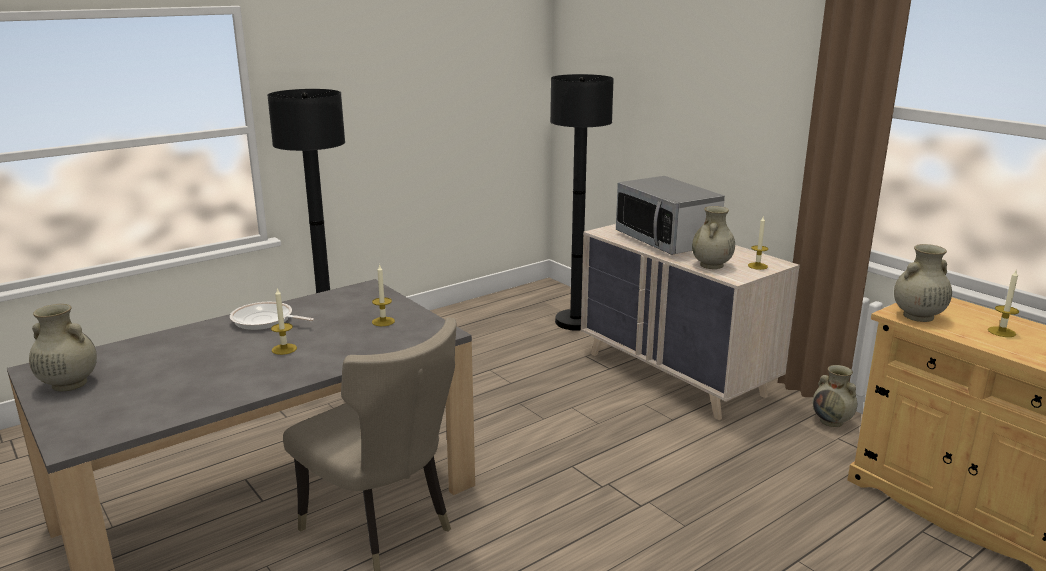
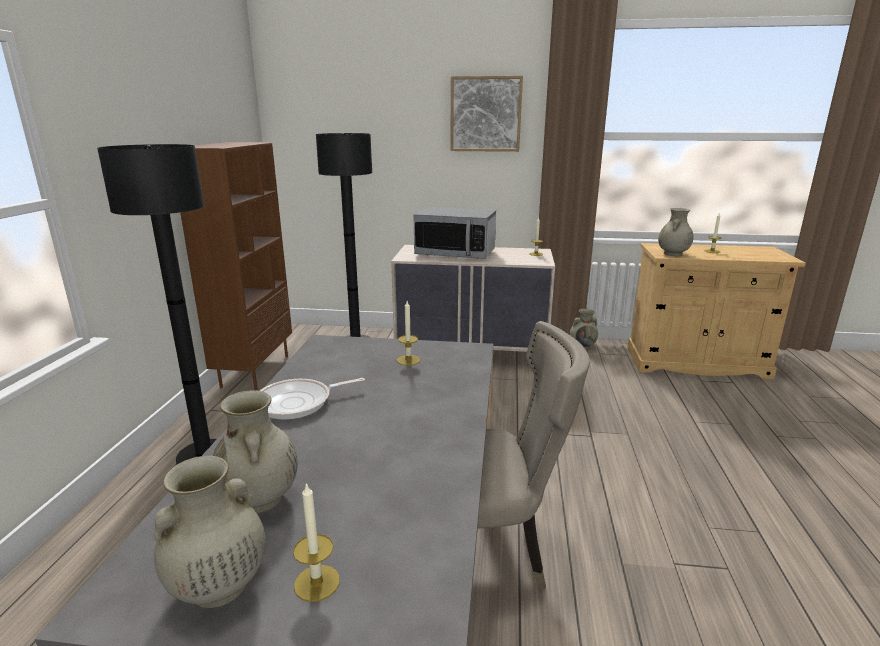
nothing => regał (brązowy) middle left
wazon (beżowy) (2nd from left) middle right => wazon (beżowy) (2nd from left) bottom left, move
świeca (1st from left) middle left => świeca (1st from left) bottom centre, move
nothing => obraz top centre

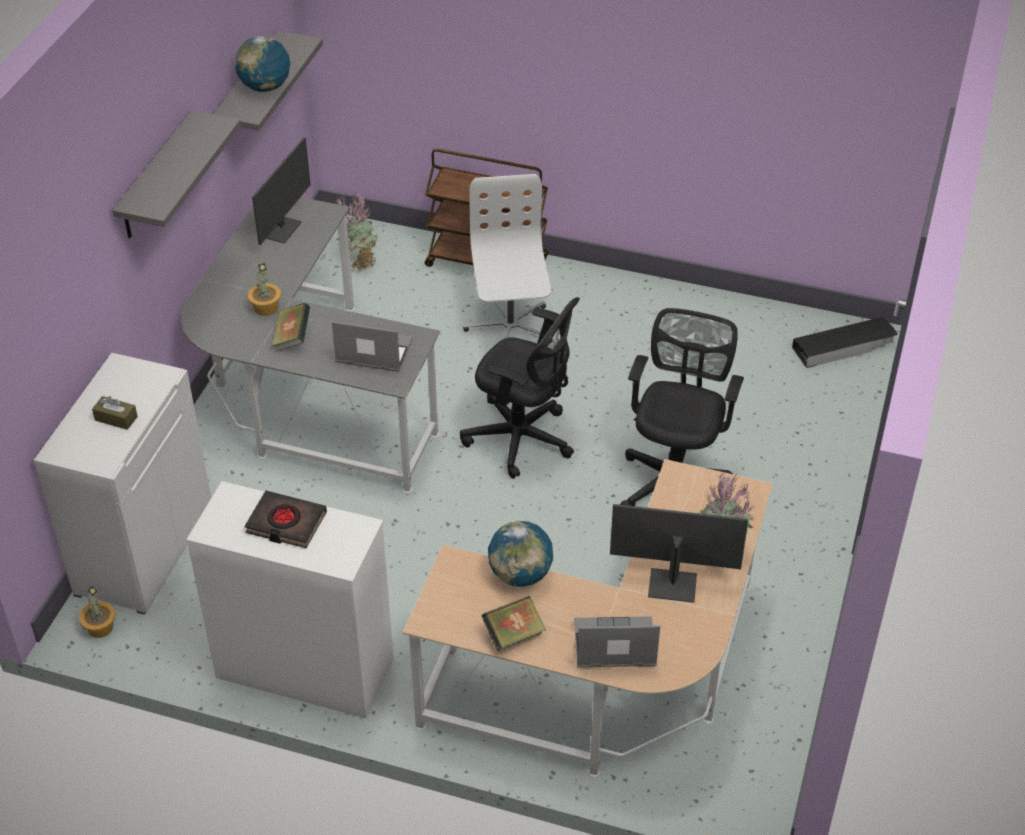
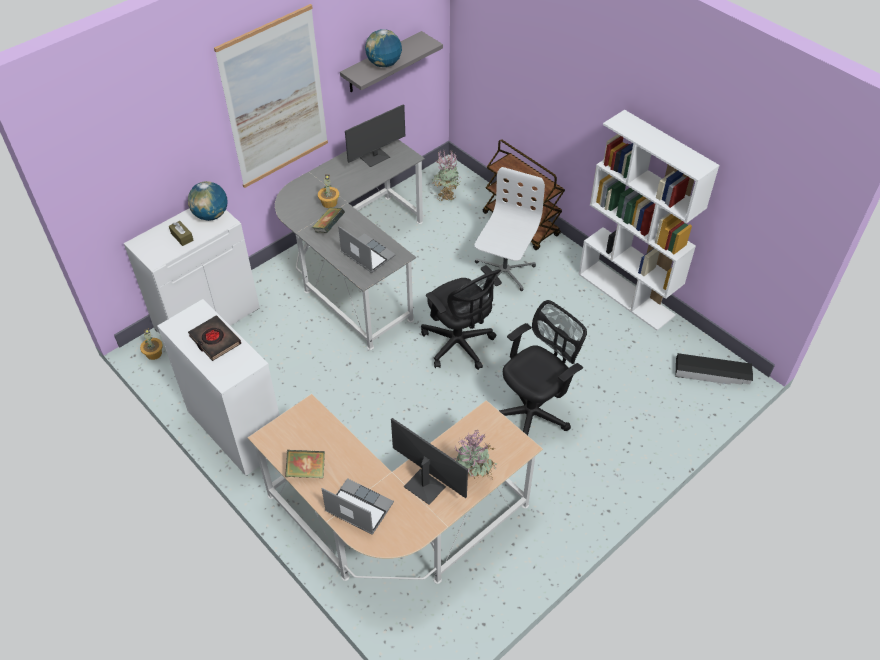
globus (2nd from left in the first image) centre => globus (1st from left) top left, move
półka (szary) (1st from left) top left => obraz top left
nothing => regał (biały) middle right

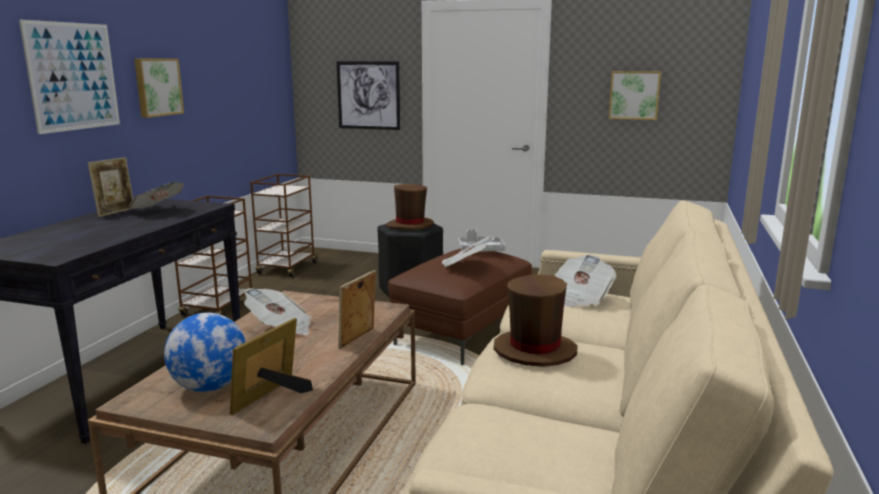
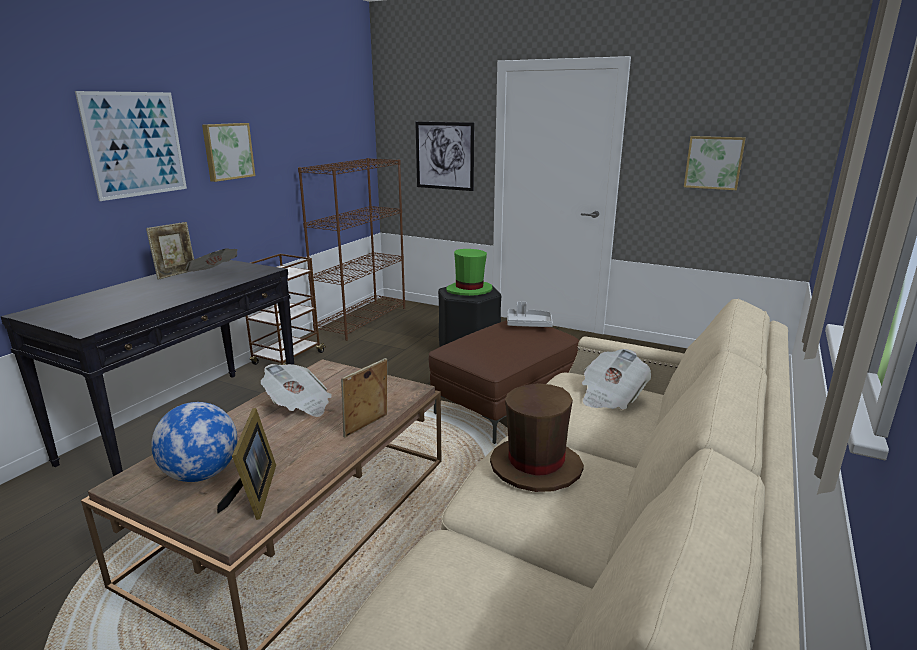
ramka na zdjęcie (2nd from left) bottom left, 135 degrees clockwise
wózek (brązowy) (2nd from left) middle left => regał (brązowy) centre
kapelusz (brązowy) (1st from left) centre => kapelusz (zielony) centre
gazeta (3rd from left) centre => nothing

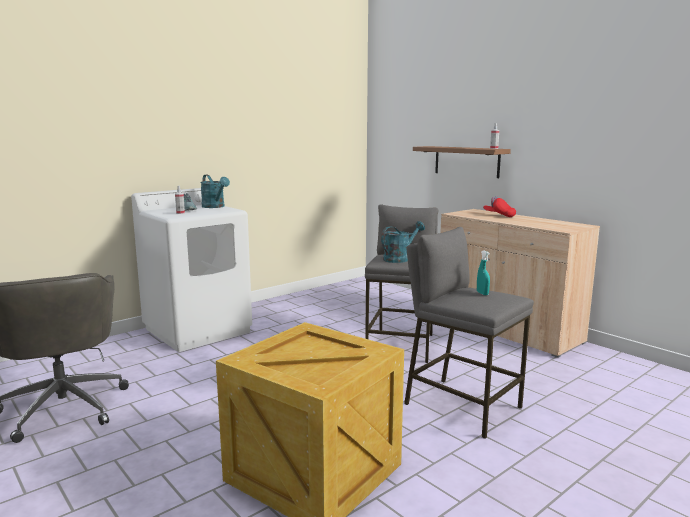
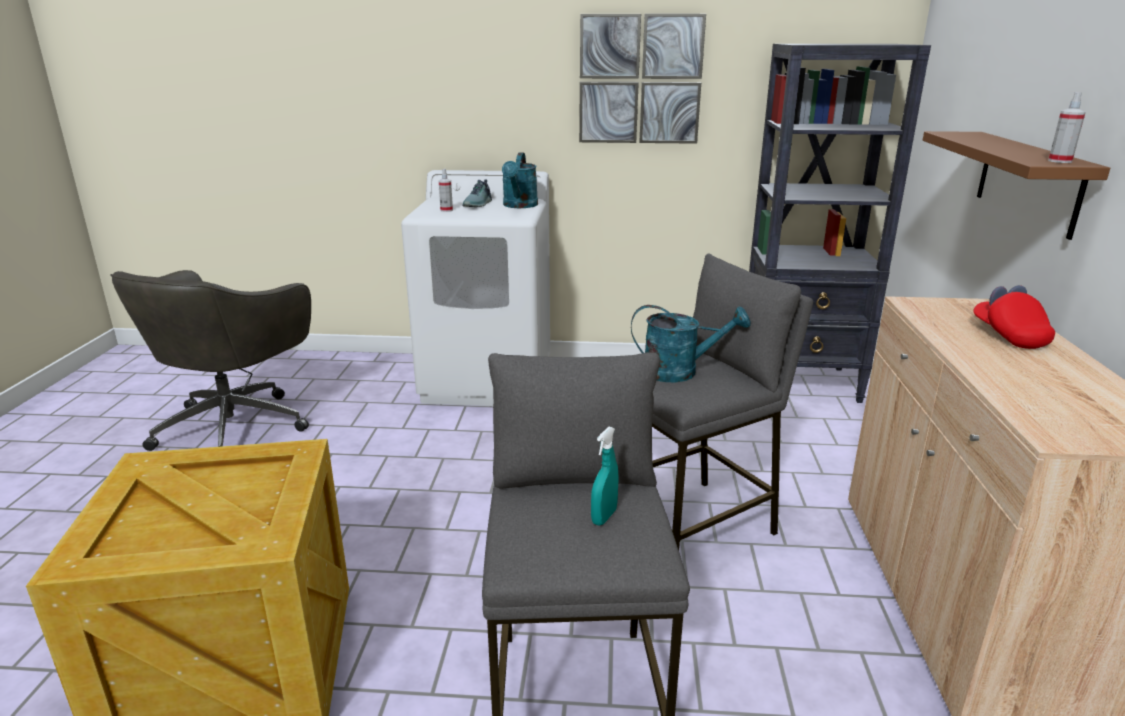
nothing => obraz top centre
nothing => regał (czarny) top right

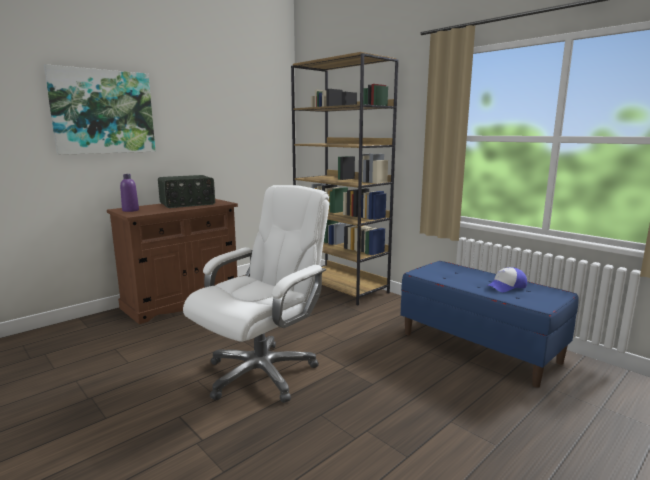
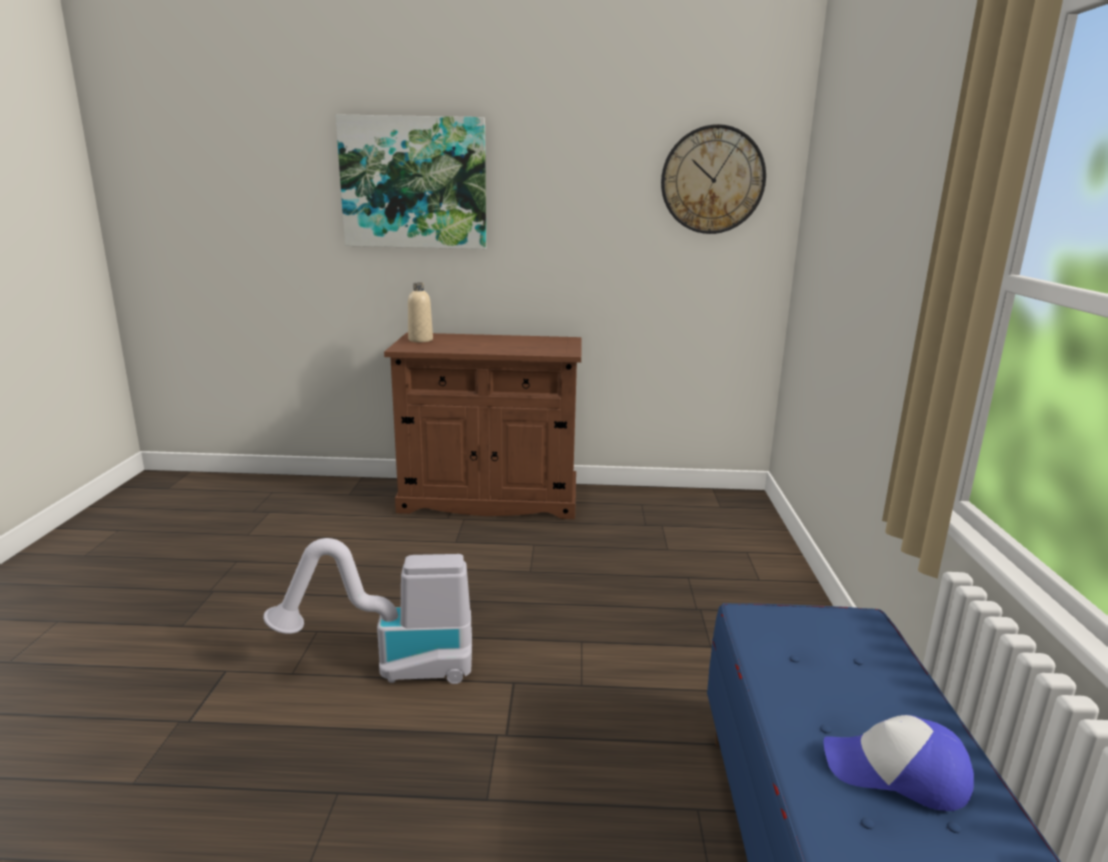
krzesło biurowe (biały) centre => odkurzacz bottom left
butelka (fioletowy) middle left => butelka (beżowy) centre
nothing => zegar ścienny top centre
radio middle left => nothing
regał (brązowy) centre => nothing

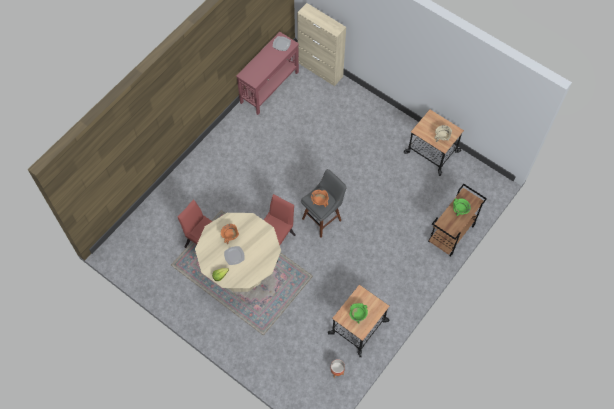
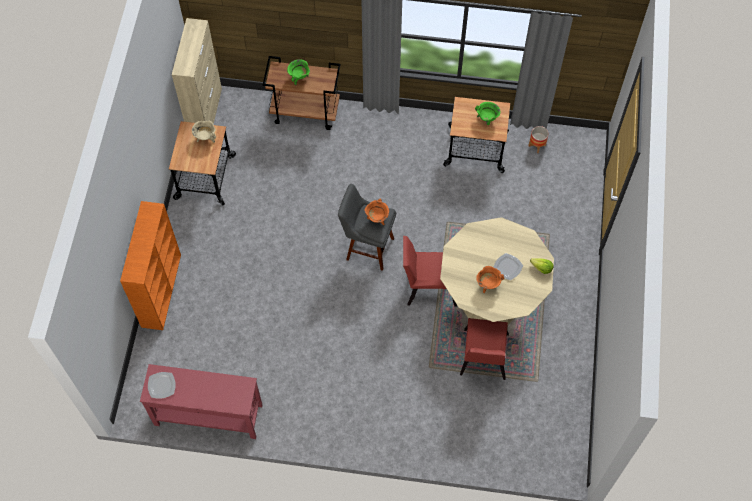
nothing => regał (pomarańczowy) middle left
szafka (beżowy) top centre => szafka (beżowy) top left, move

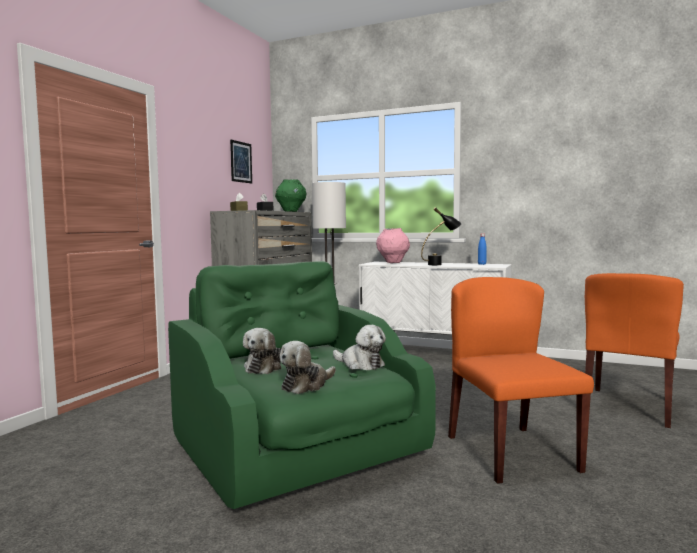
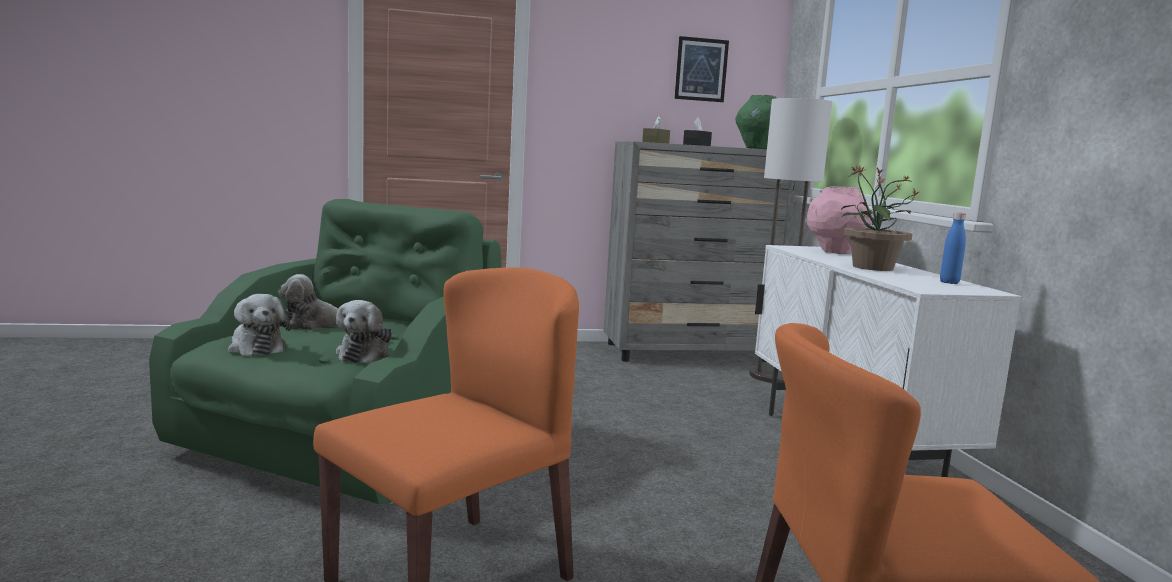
pluszak (2nd from left in the first image) centre => pluszak (1st from left) middle left, 135 degrees counterclockwise
lampa stołowa (czarny) centre => roślina doniczkowa middle right

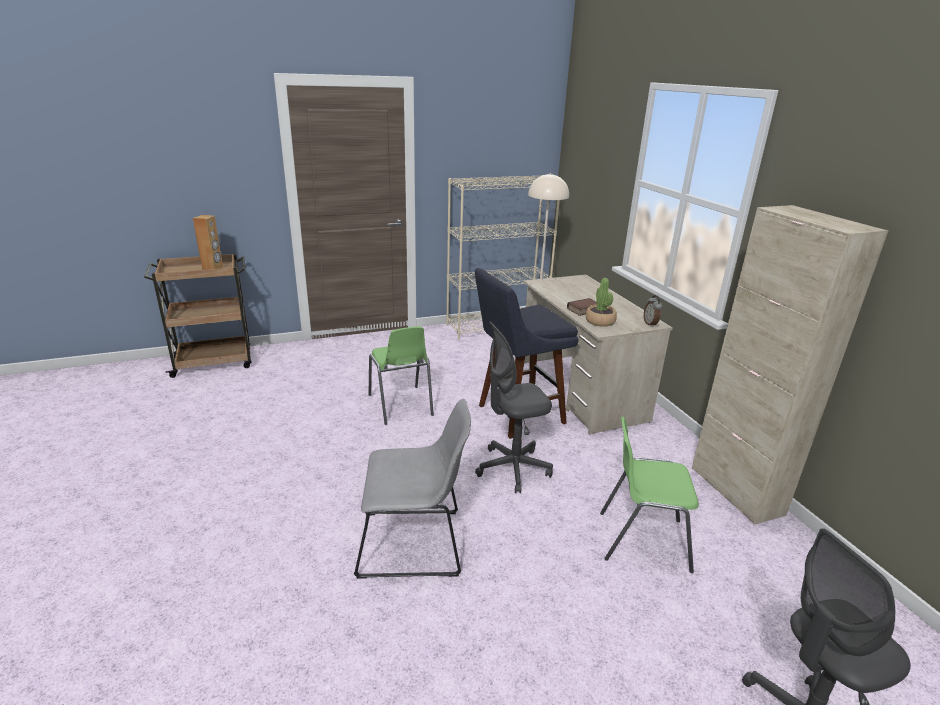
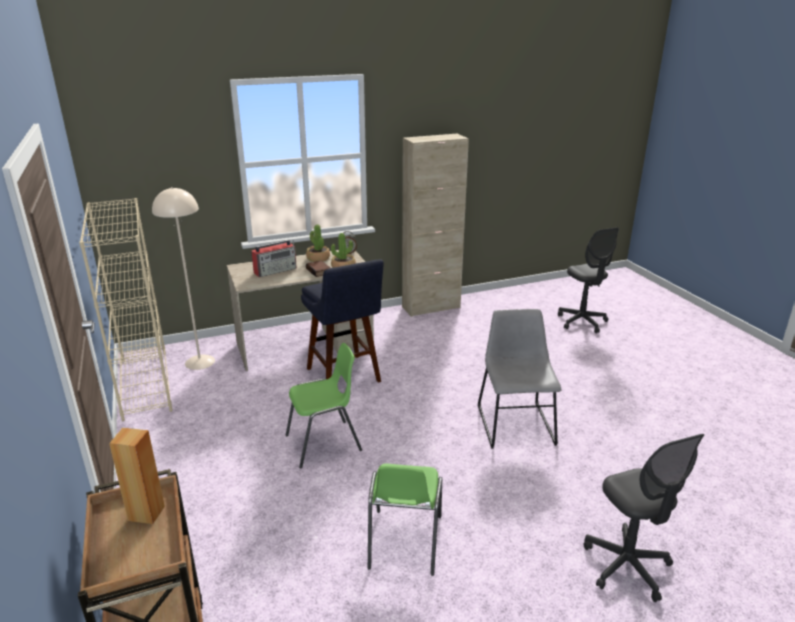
nothing => radio centre
nothing => roślina doniczkowa (1st from left) centre
krzesło (zielony) (2nd from left) bottom right => krzesło (zielony) (2nd from left) bottom centre, move
krzesło biurowe (szary) (1st from left in the first image) centre => krzesło biurowe (szary) (2nd from left) bottom right, move

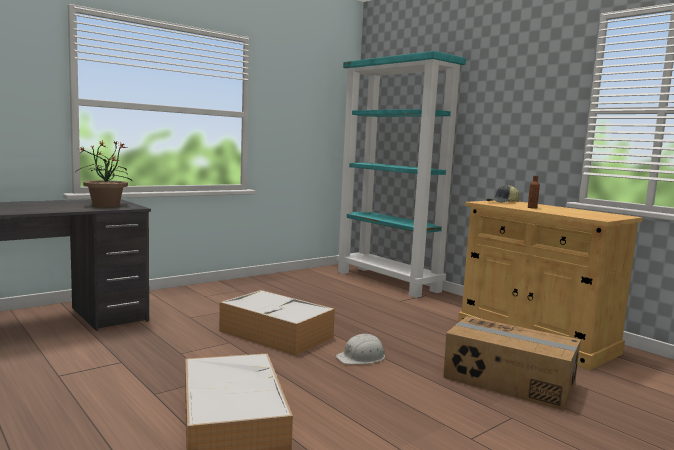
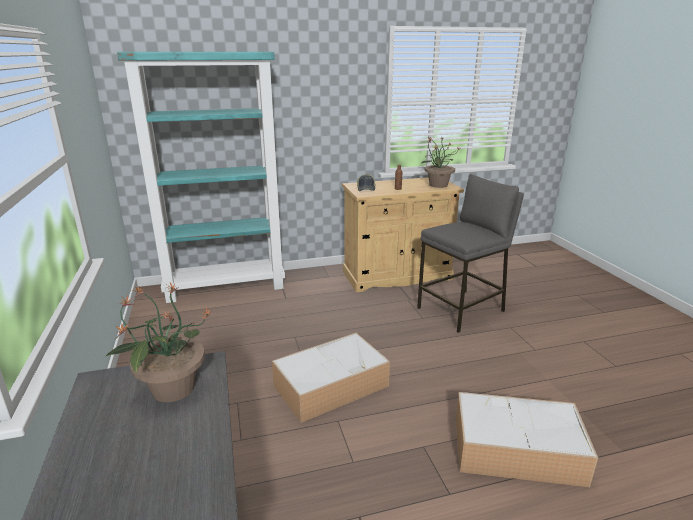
karton bottom right => stołek (szary) middle right
nothing => roślina doniczkowa (2nd from left) top centre
kask (biały) bottom centre => nothing

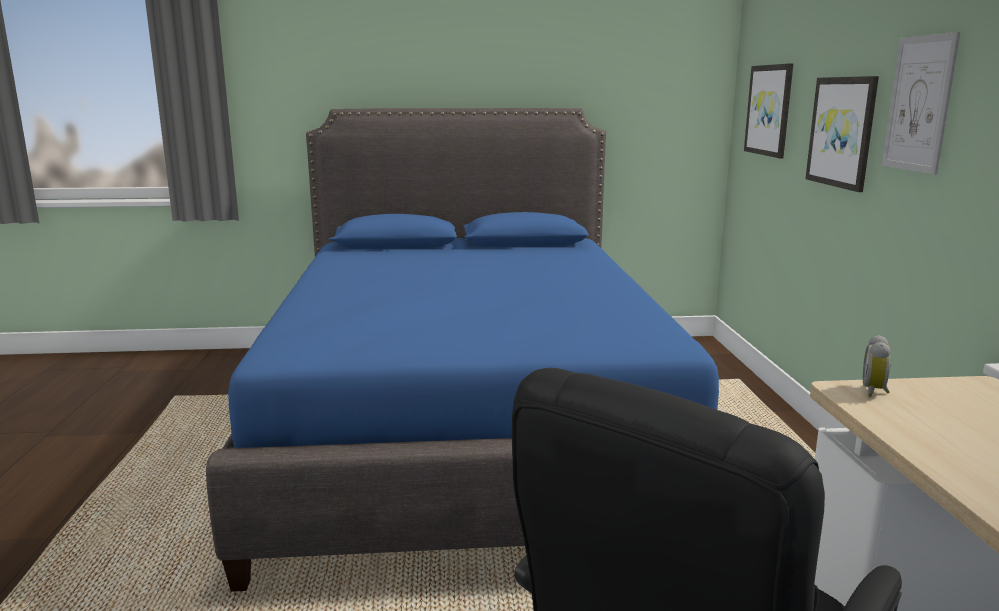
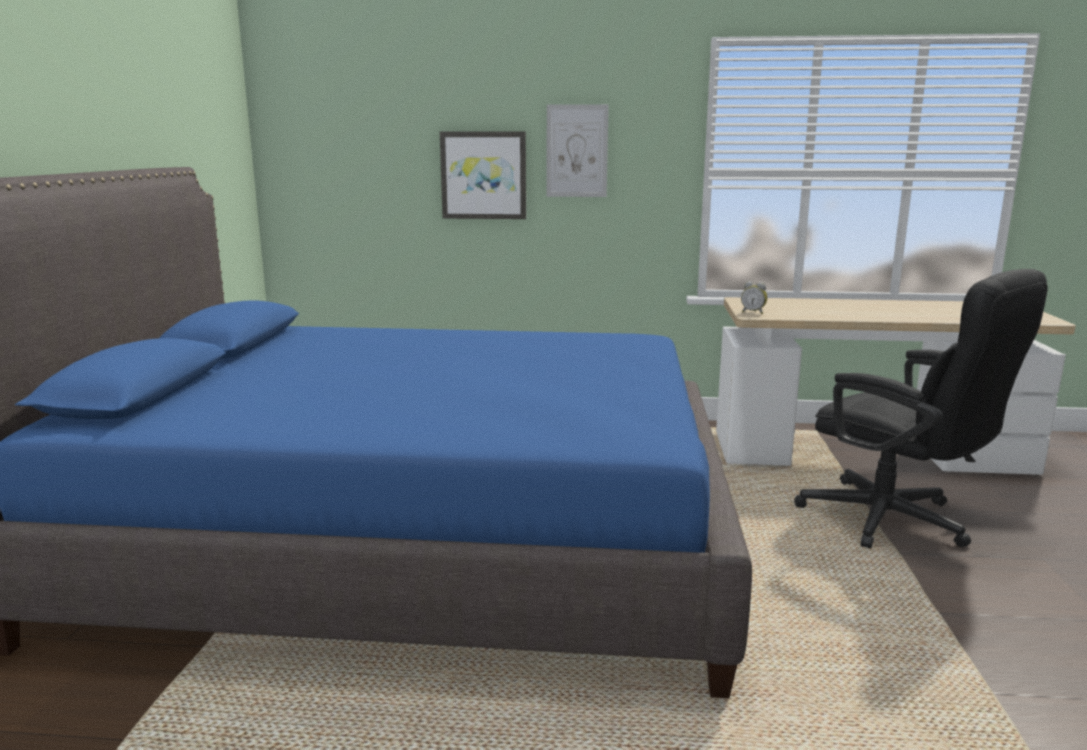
obraz (1st from left) top right => nothing

